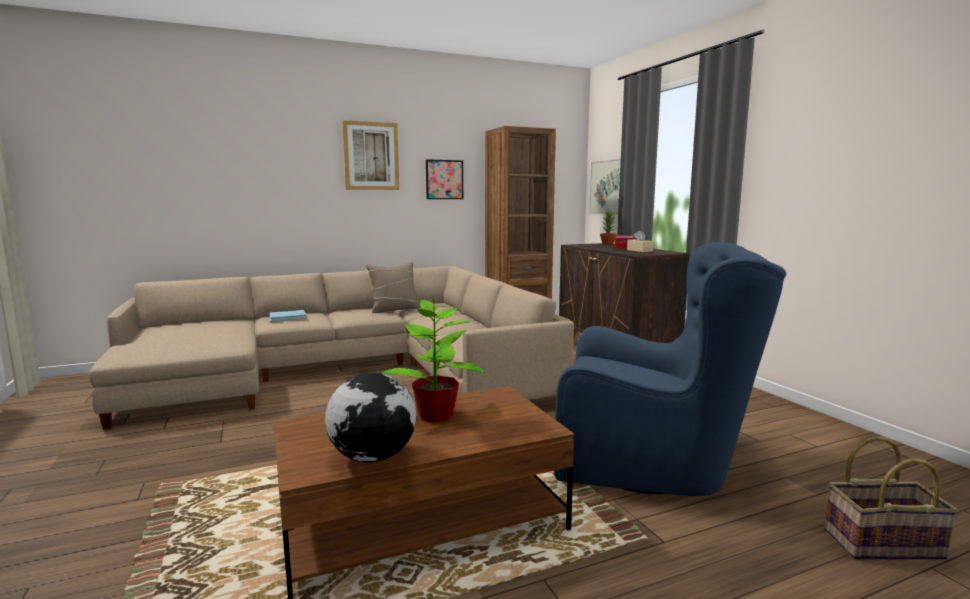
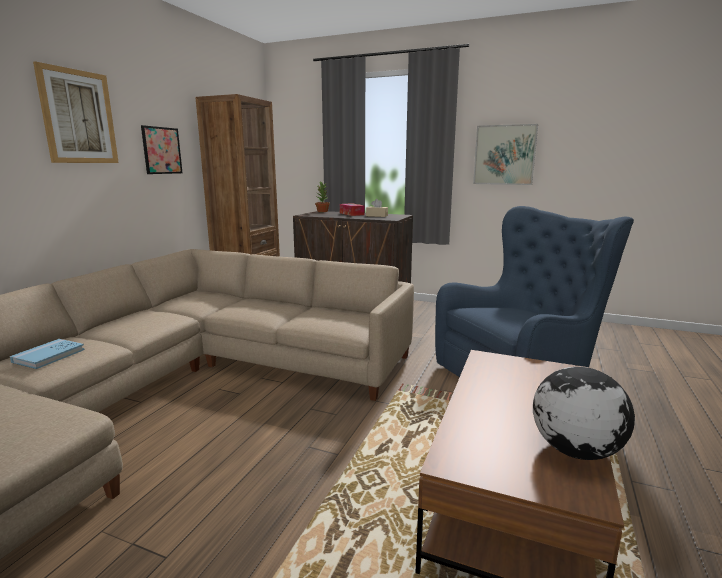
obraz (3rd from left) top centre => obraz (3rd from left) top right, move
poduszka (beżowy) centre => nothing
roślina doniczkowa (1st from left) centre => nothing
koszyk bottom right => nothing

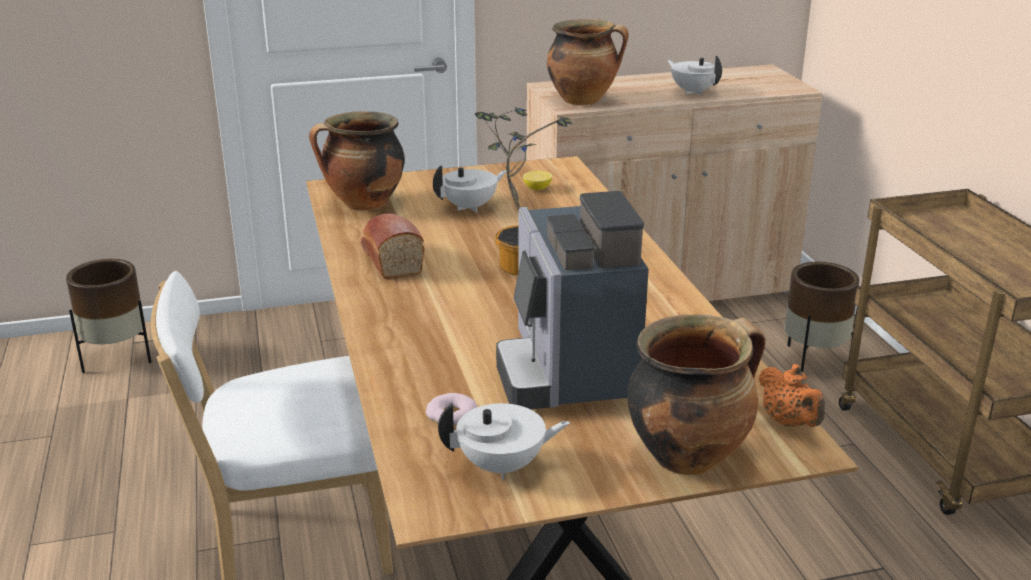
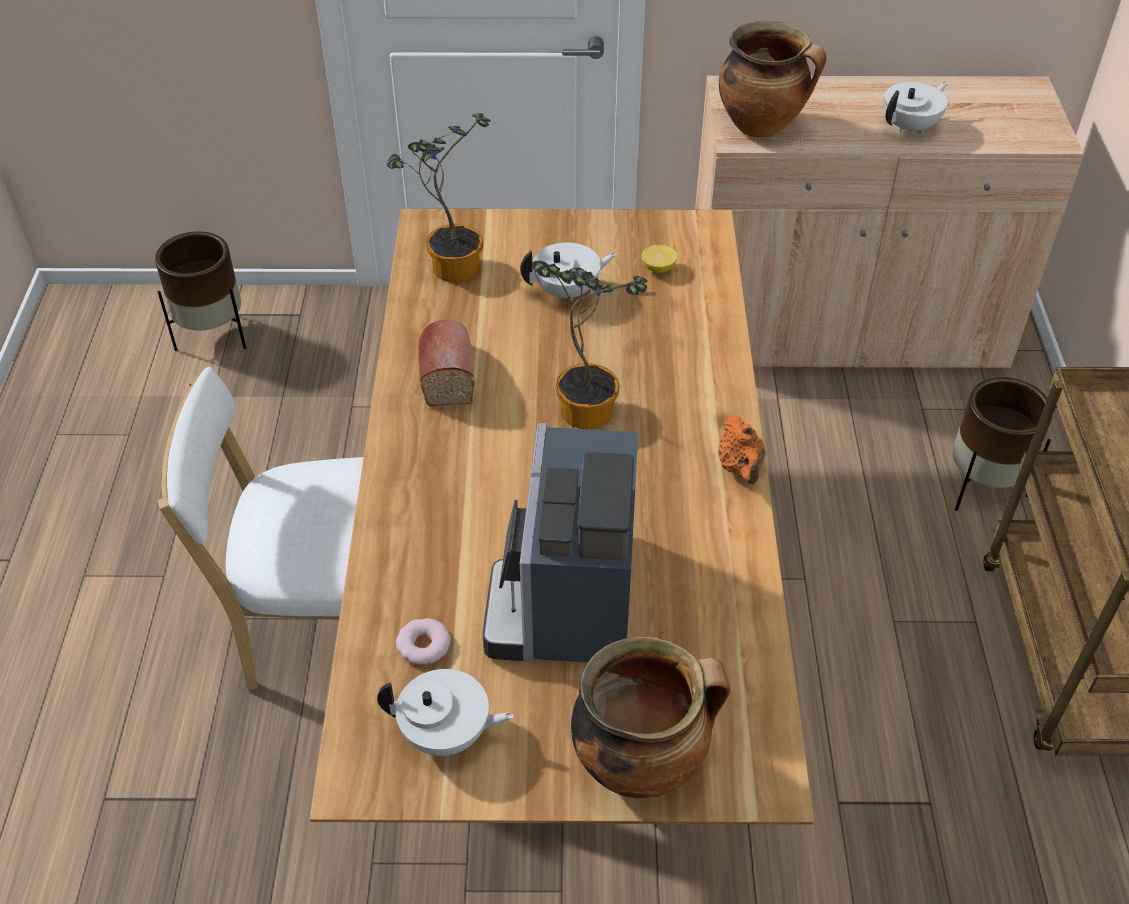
garnek (1st from left) top centre => roślina doniczkowa (1st from left) top centre
imbryk (pomarańczowy) bottom right => imbryk (pomarańczowy) centre, move
imbryk (biały) (3rd from left) top right, 75 degrees clockwise

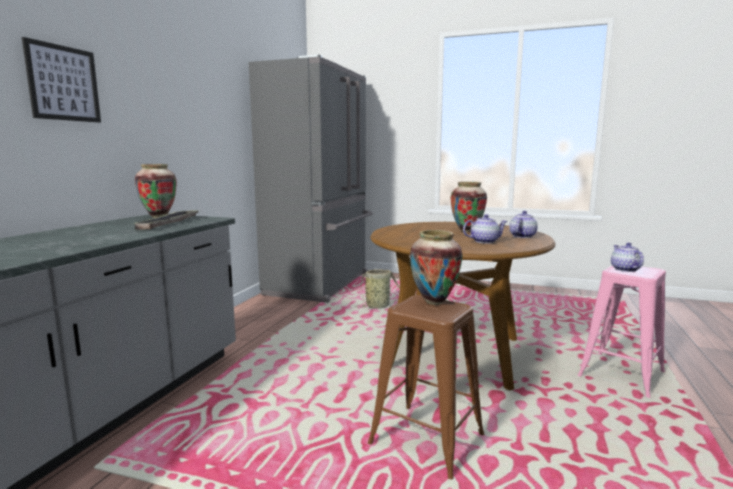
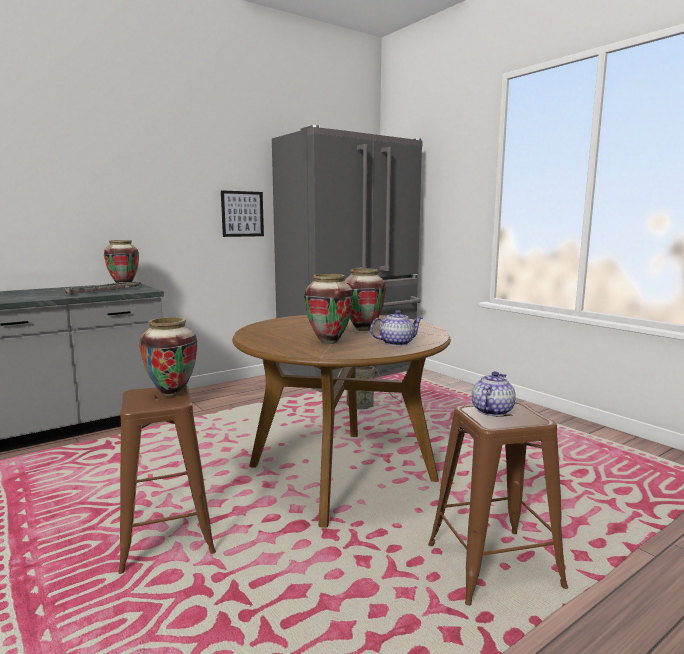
obraz top left => obraz top centre, move
imbryk (1st from left) centre => wazon (3rd from left) centre
stołek (różowy) bottom right => stołek (brązowy) (2nd from left) bottom right

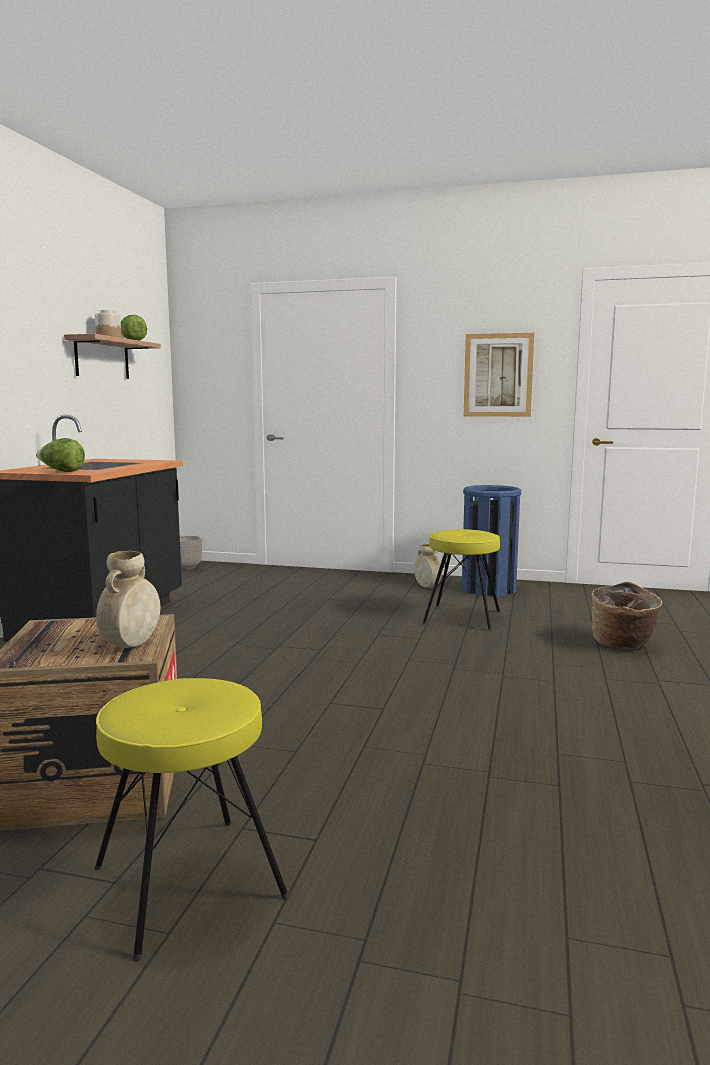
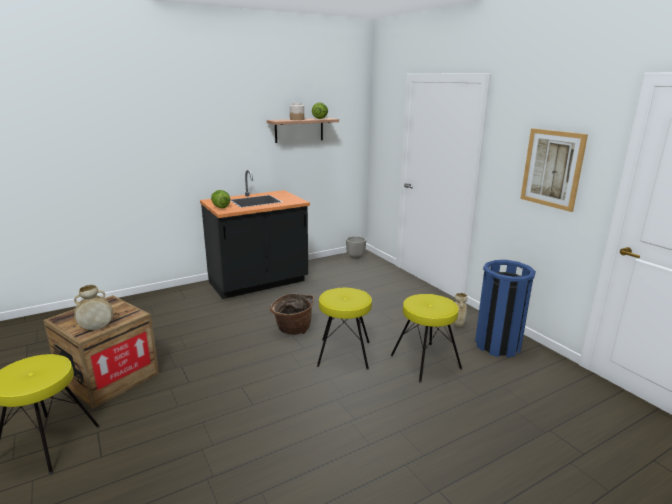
koszyk middle right => koszyk centre, move
nothing => stołek (żółty) (2nd from left) centre

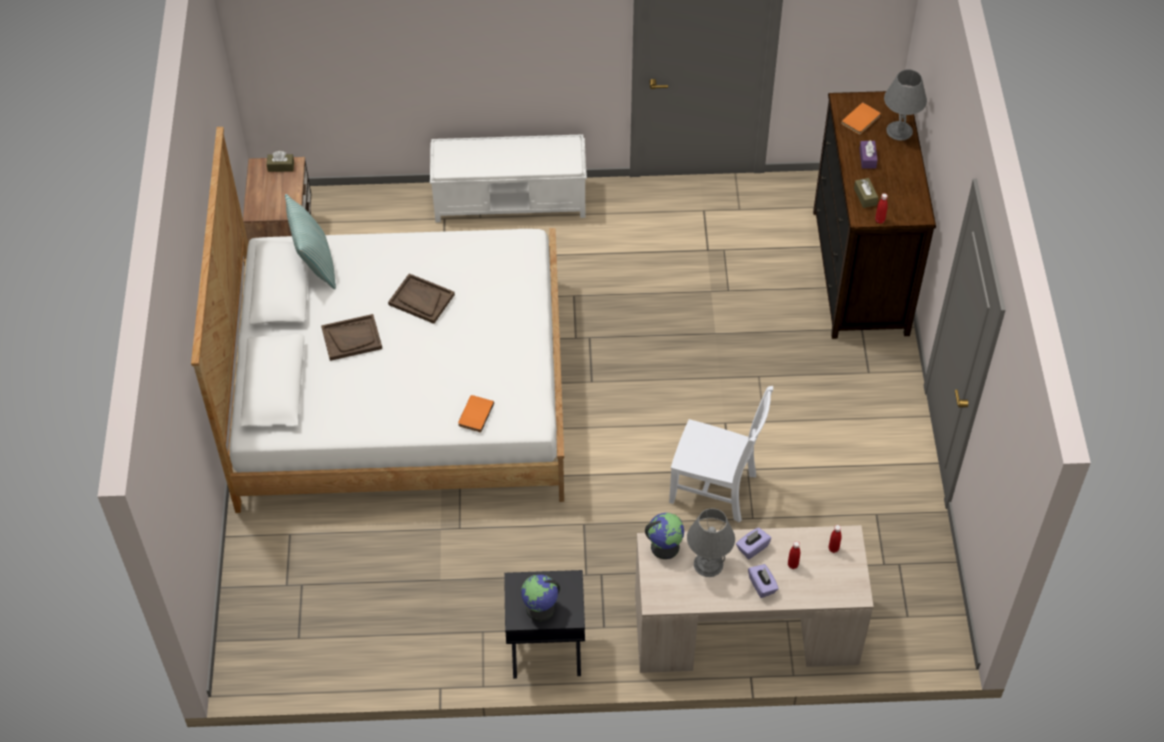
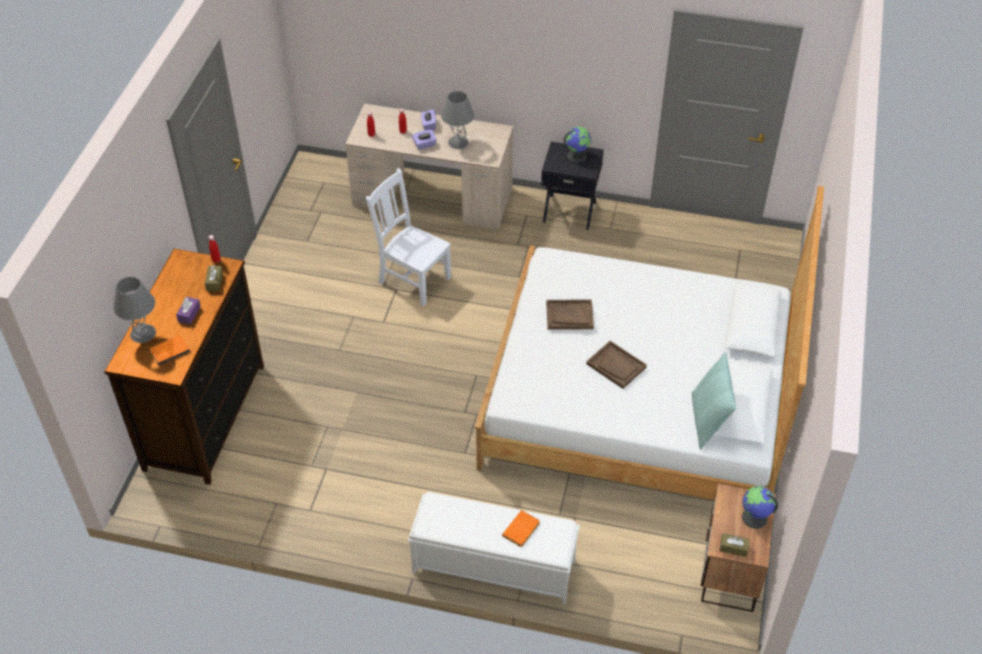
książka (pomarańczowy) (1st from left in the first image) centre => książka (pomarańczowy) (2nd from left) bottom centre, move
taca (brązowy) (1st from left) middle left => taca (brązowy) (1st from left) centre, move
globus (2nd from left) bottom centre => globus (2nd from left) bottom right, move

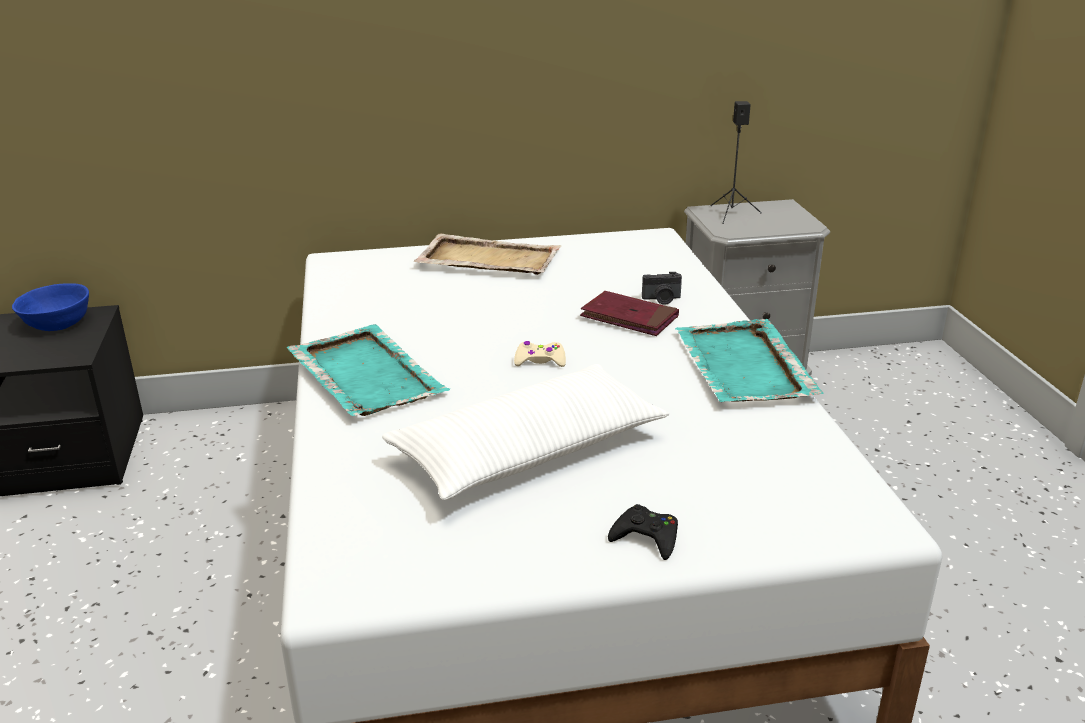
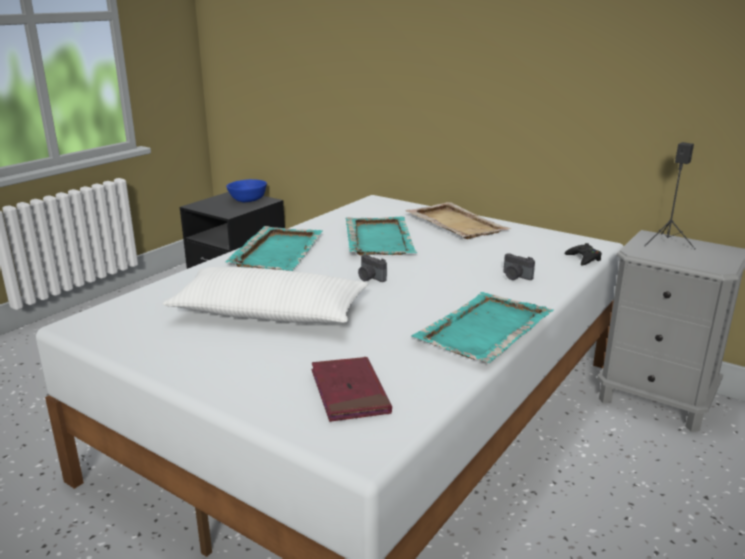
książka (czerwony) centre => książka (czerwony) bottom centre, move
nothing => taca (turkusowy) (2nd from left) centre
pad do gier (beżowy) centre => aparat fotograficzny (1st from left) centre
pad do gier (czarny) bottom centre => pad do gier (czarny) middle right, move

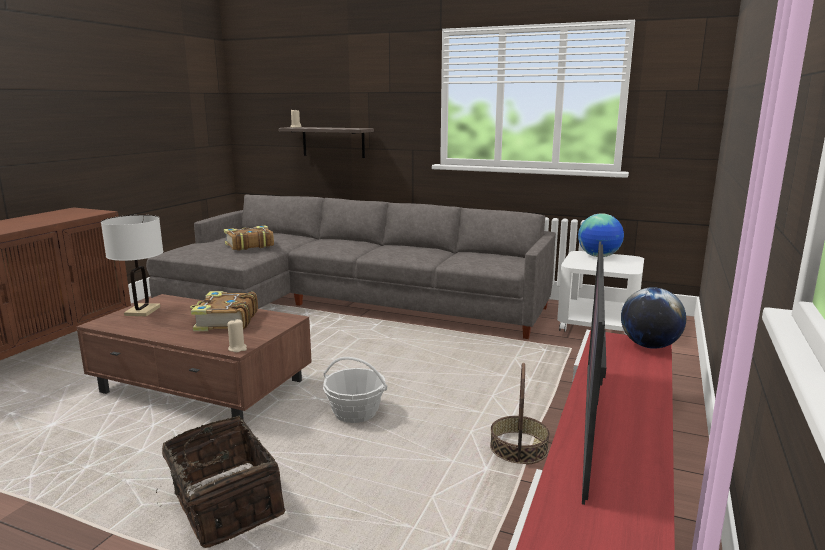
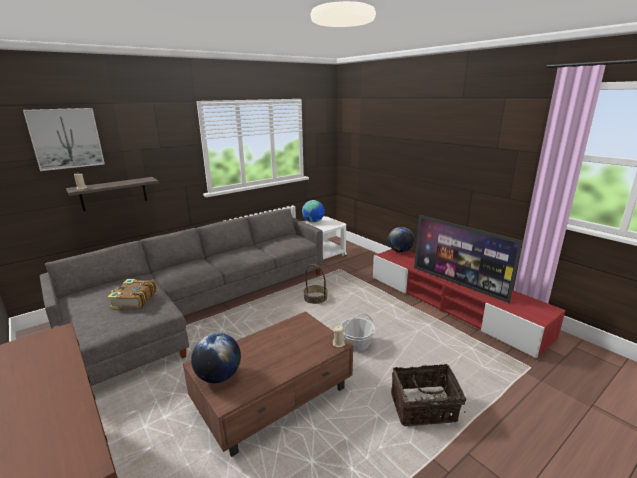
nothing => obraz top left
lampa stołowa (biały) middle left => globus (1st from left) bottom centre
koszyk (3rd from left in the first image) bottom centre => koszyk (1st from left) centre, move
książka (1st from left) middle left => nothing

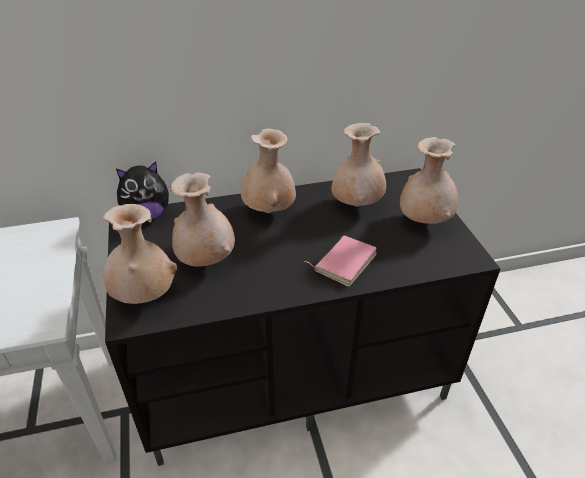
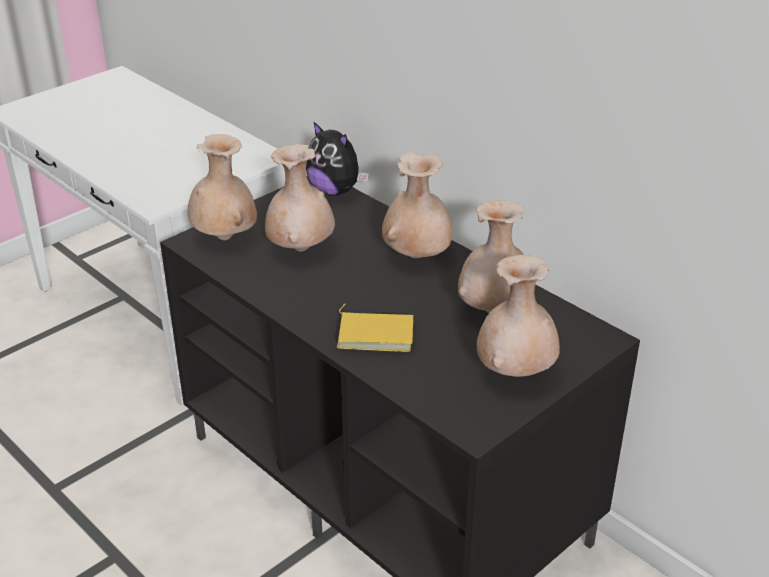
książka (różowy) centre => książka (żółty) centre

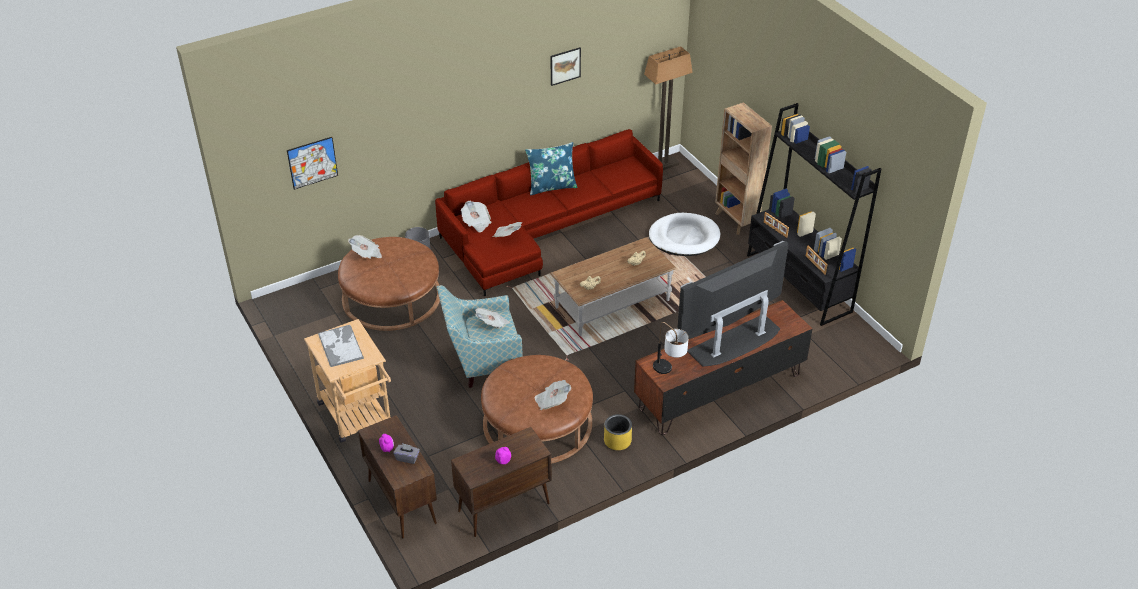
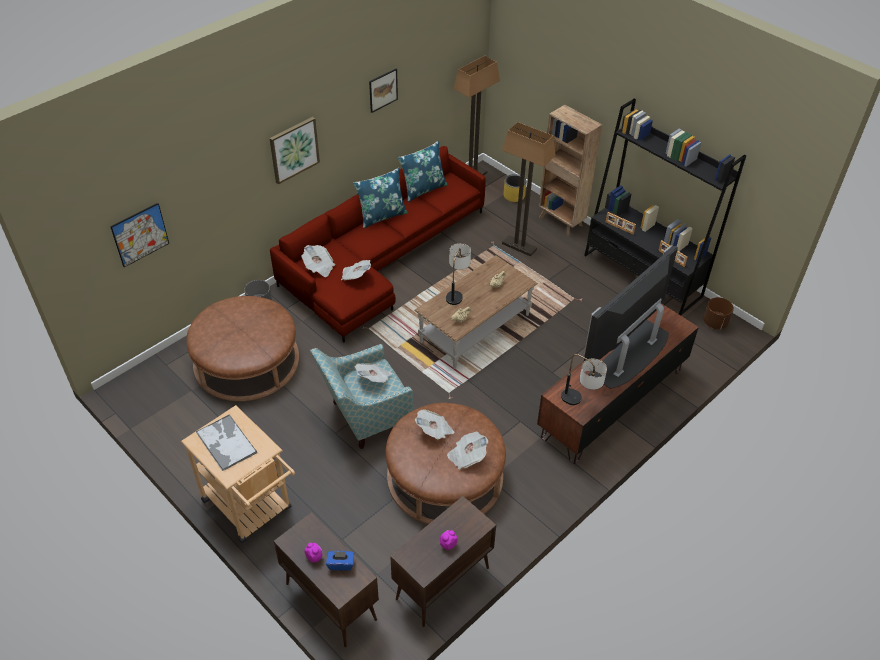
nothing => obraz (2nd from left) top centre
pudełko chusteczek (szary) bottom centre => pudełko chusteczek (niebieski) bottom centre
nothing => poduszka (niebieski) (2nd from left) top centre
gazeta (1st from left in the first image) middle left => gazeta (4th from left) centre, move
nothing => lampa stołowa (1st from left) centre
legowisko (biały) centre => lampa stojąca (2nd from left) top centre
donica (żółty) bottom centre => donica (żółty) top centre, move
nothing => donica (brązowy) middle right

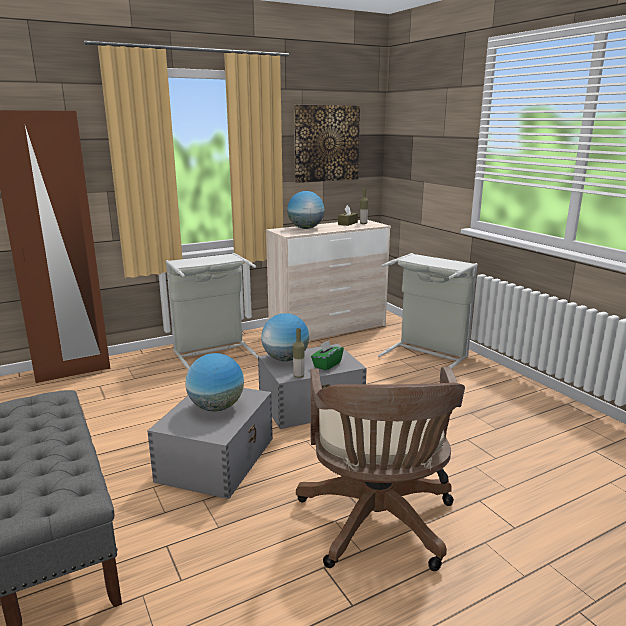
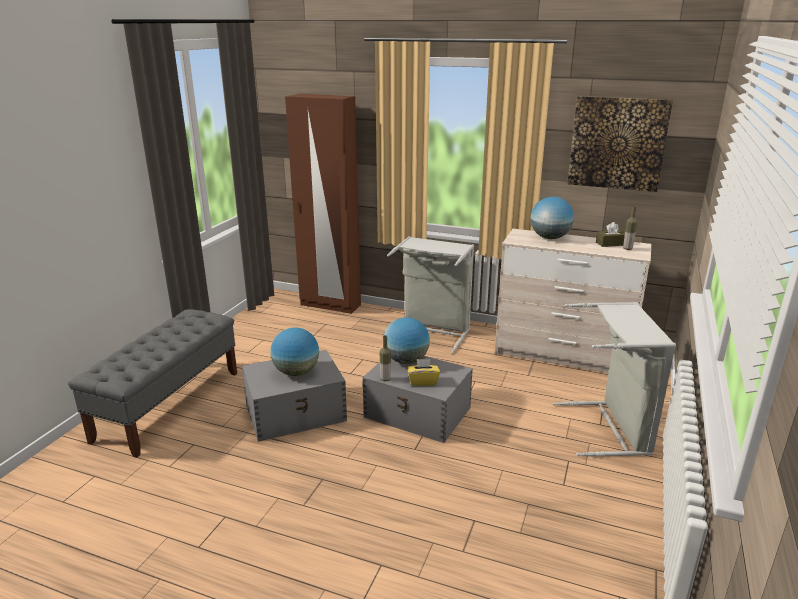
pudełko chusteczek (zielony) centre => pudełko chusteczek (żółty) centre
krzesło biurowe (brązowy) bottom centre => nothing

